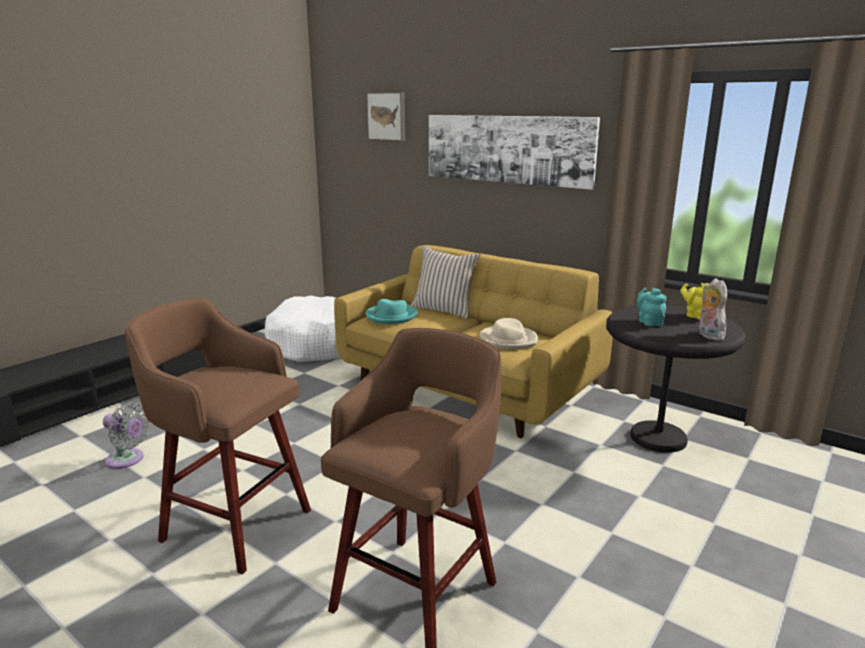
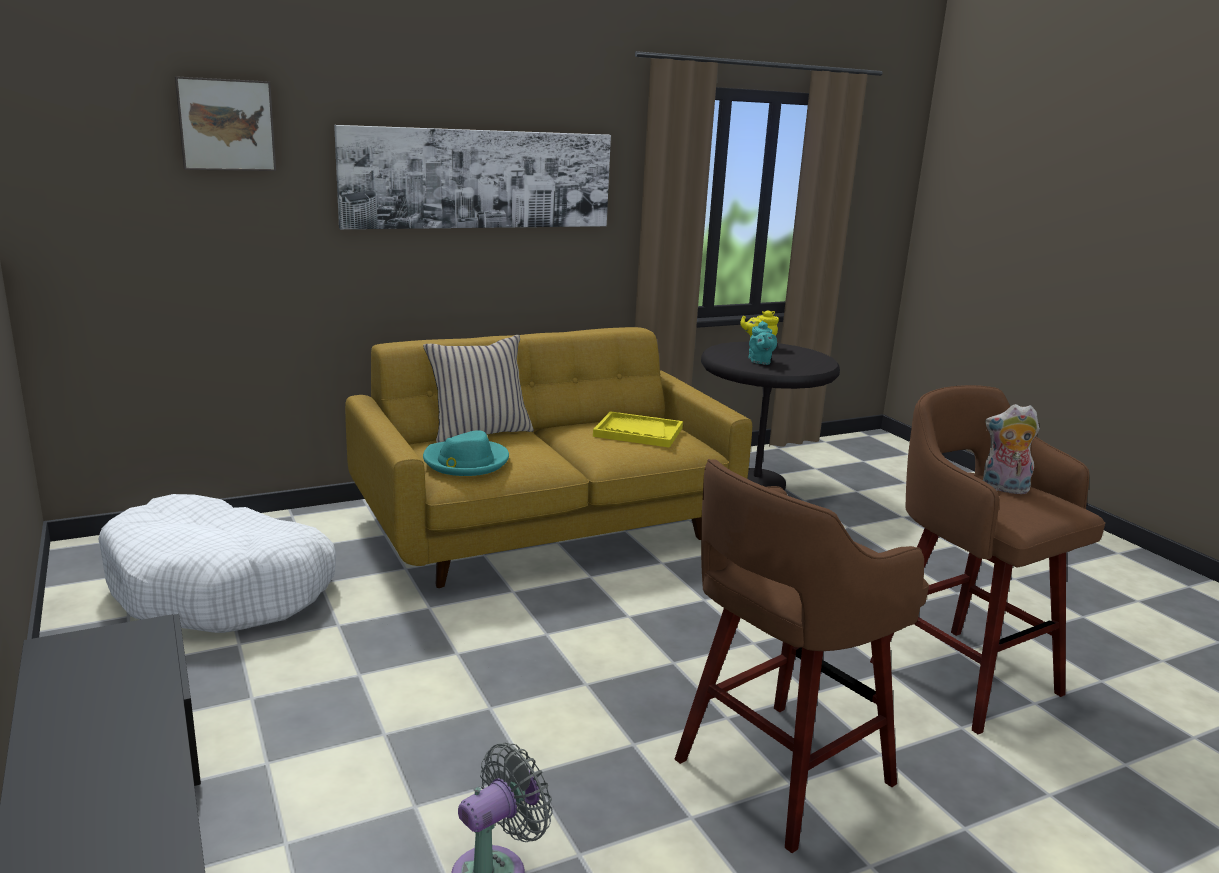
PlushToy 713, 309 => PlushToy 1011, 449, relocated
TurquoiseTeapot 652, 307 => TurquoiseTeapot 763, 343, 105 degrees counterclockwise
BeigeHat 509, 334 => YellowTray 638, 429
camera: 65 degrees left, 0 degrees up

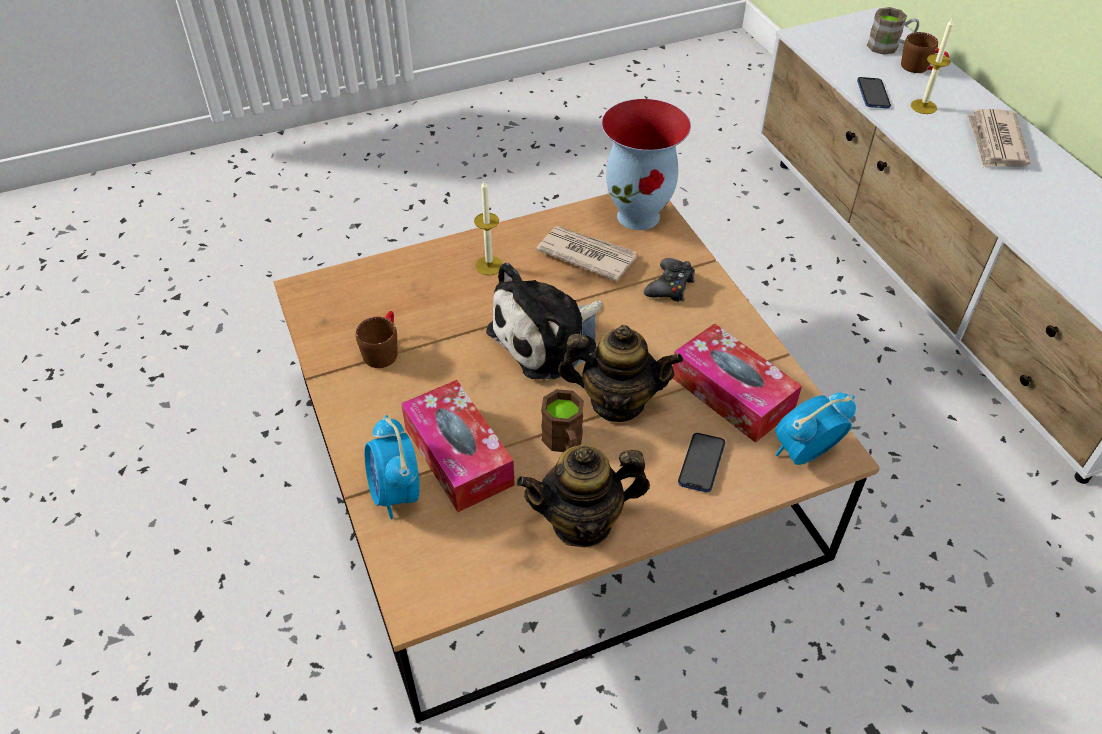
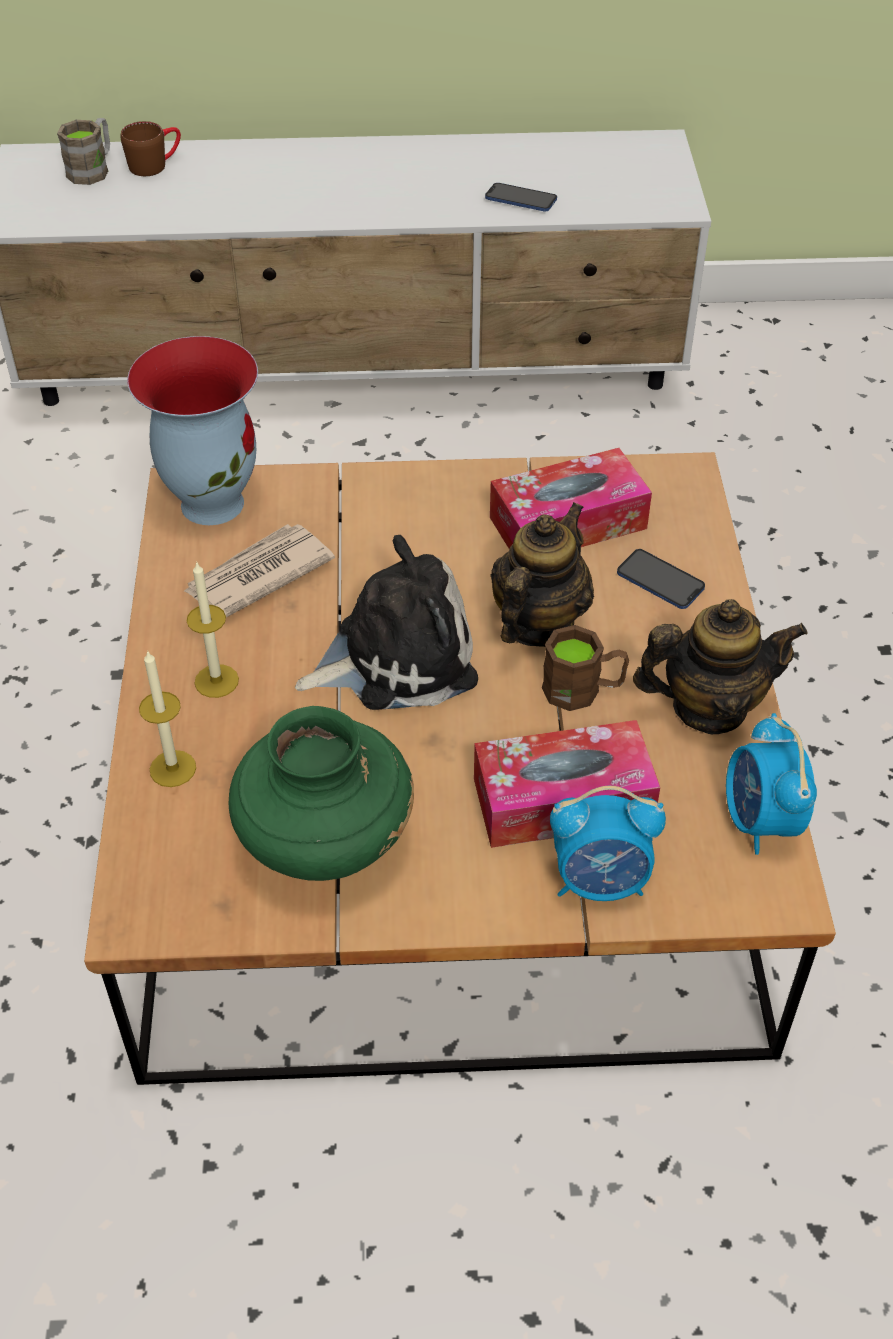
Candle 932, 65 => Candle 167, 718, relocated
Phone 874, 93 => Phone 521, 197, relocated
Newspaper 999, 138 => nothing
BlackGameController 669, 280 => nothing
PlushToy 544, 320 => PlushToy 386, 622, 90 degrees counterclockwise
BrownMug 376, 339 => GreenVase 321, 793
AlarmClock 815, 429 => AlarmClock 771, 784, relocated
Teapot 583, 496 => Teapot 720, 666, 105 degrees counterclockwise
camera: 70 degrees left, 0 degrees up

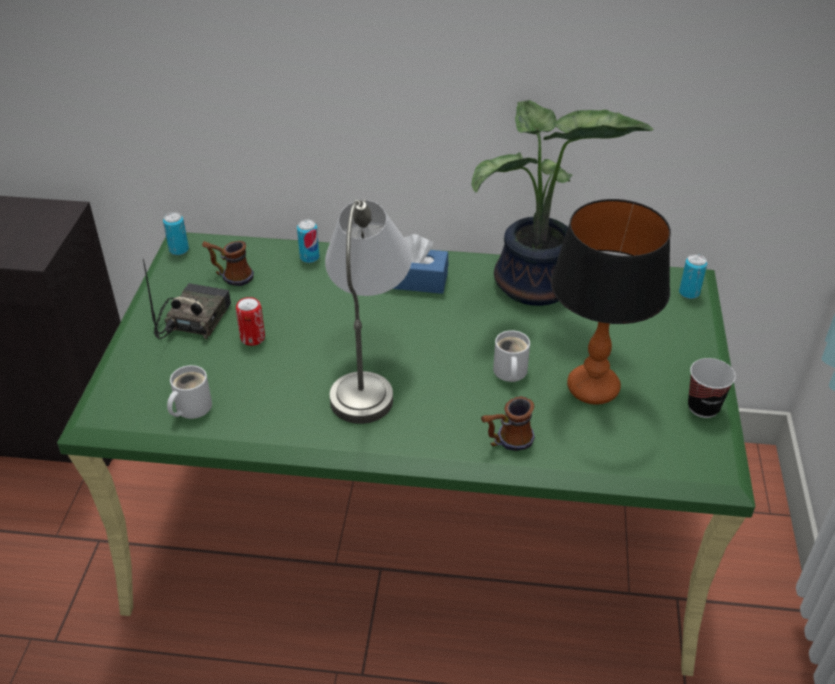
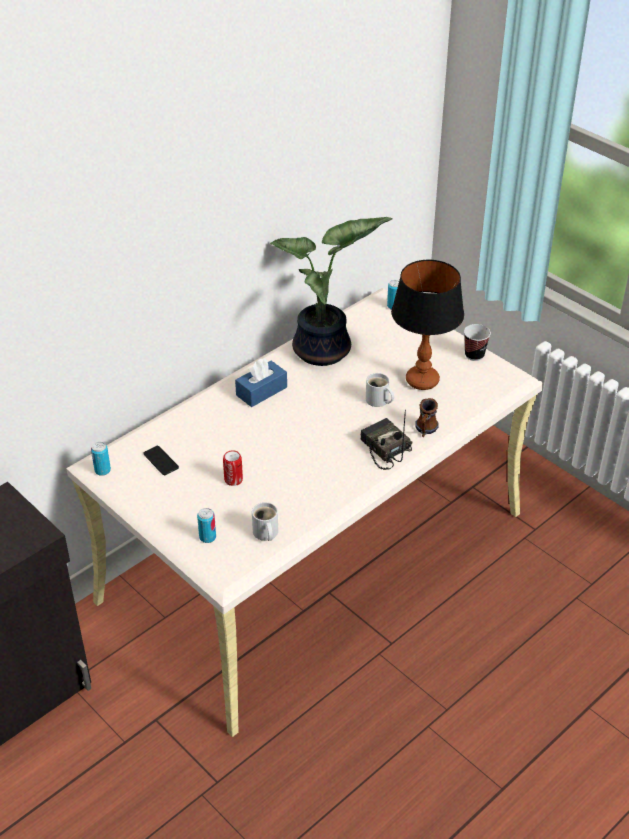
GreyTableLamp 368, 311 => nothing
Can 308, 241 => Can 206, 525, relocated
GreenDesk 406, 454 => BeigeDesk 304, 512
Mug 228, 263 => Phone 161, 460
Radio 187, 299 => Radio 386, 440, relocated
camera: 50 degrees left, 0 degrees up

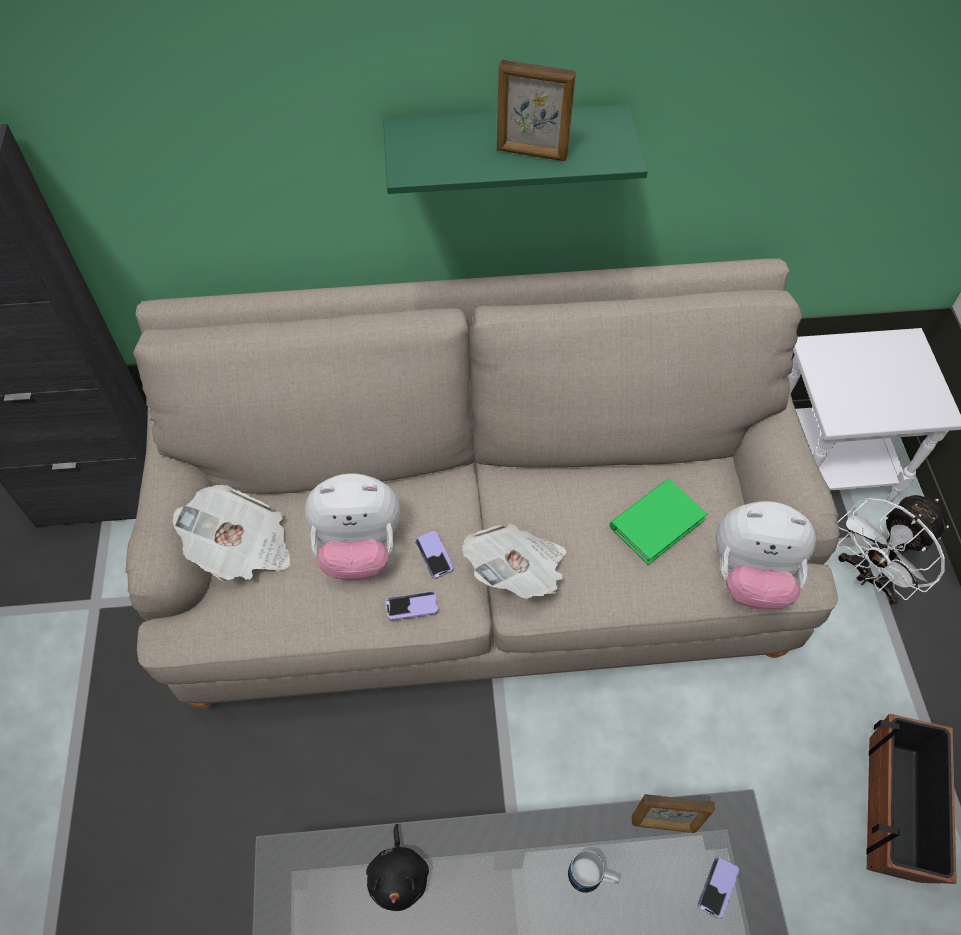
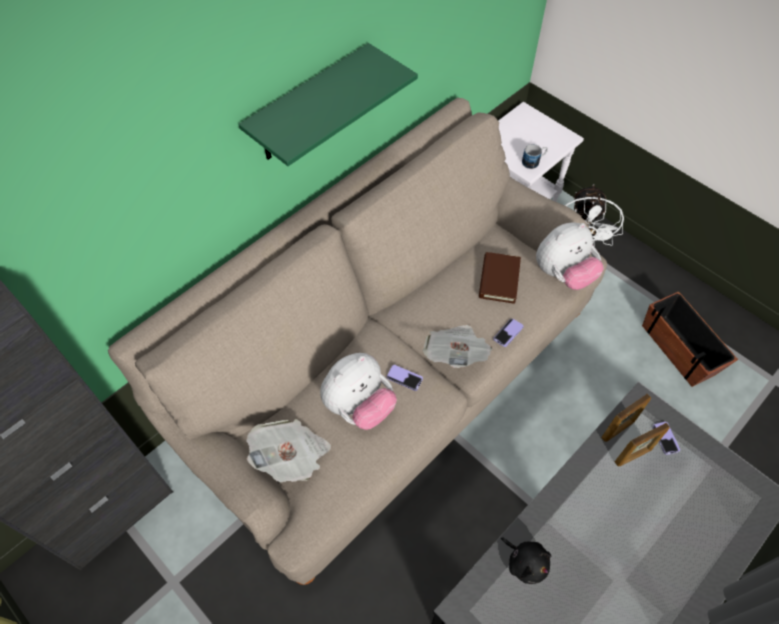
PictureFrame 536, 110 => PictureFrame 642, 444, relocated
GreenBook 658, 522 => BrownBook 500, 278
Phone 412, 605 => Phone 508, 333, relocated
Mug 594, 871 => Mug 535, 156, relocated
camera: 40 degrees left, 0 degrees up

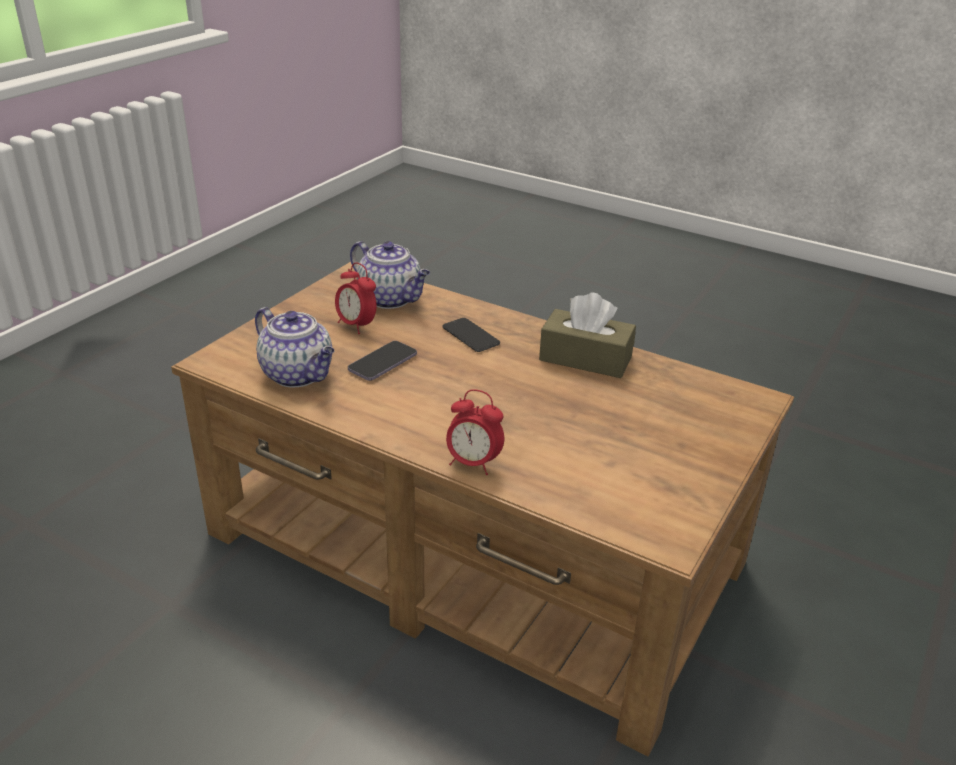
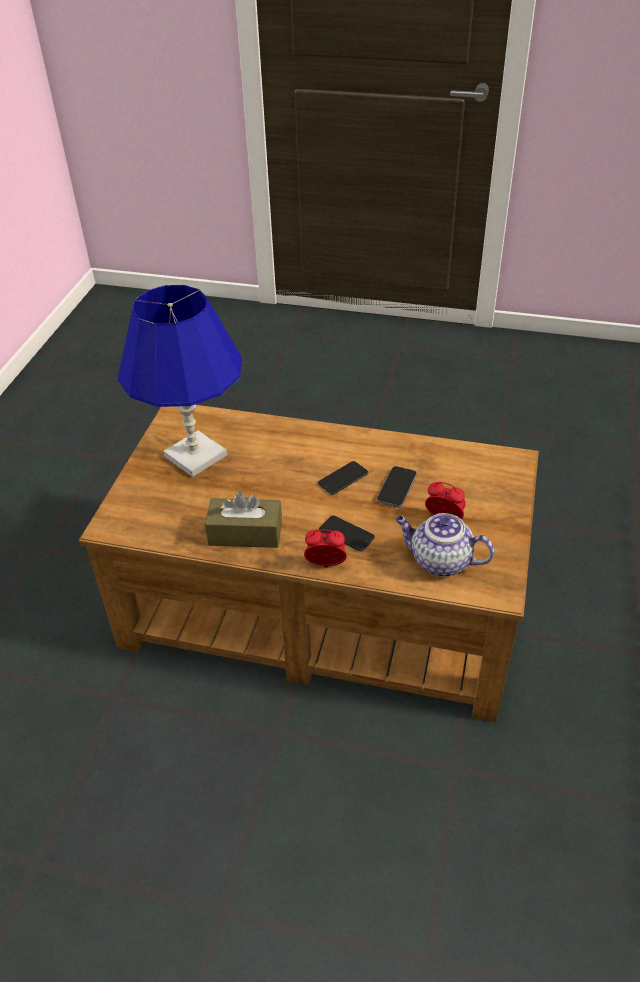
Teapot 294, 347 => nothing
AlarmClock 475, 432 => AlarmClock 325, 548, relocated
nothing => BlueTableLamp 180, 381
nothing => Phone 343, 478
camera: 165 degrees right, 10 degrees up

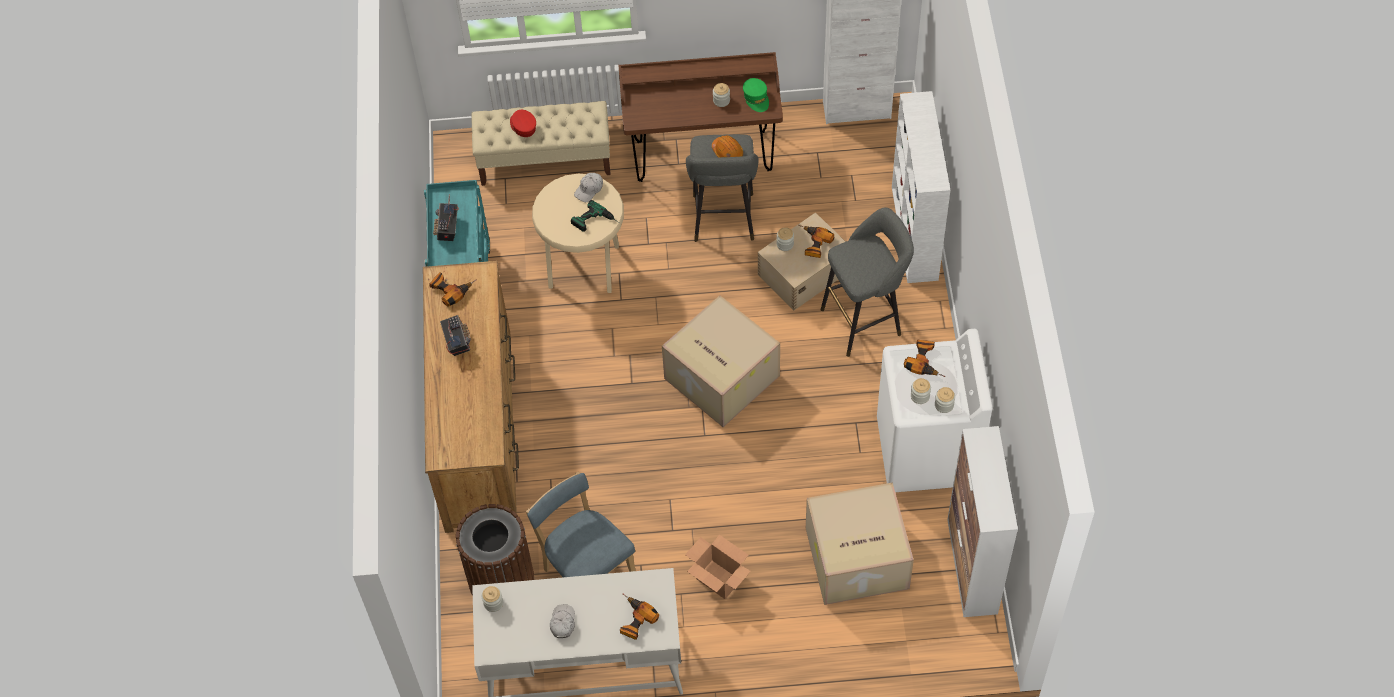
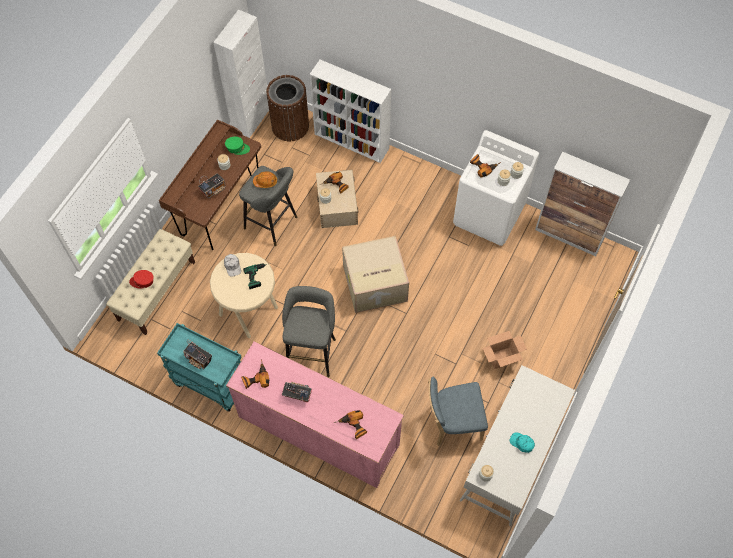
GreyStool 867, 282 => GreyStool 309, 331, relocated
BrownDresser 471, 397 => PinkDresser 315, 414
CardboardBox 860, 543 => nothing
BrownTrashCan 495, 550 => BrownTrashCan 287, 108, relocated
PowerDrill 639, 617 => PowerDrill 350, 424, relocated
WhiteCap 562, 621 => TurquoiseCap 522, 442
nothing => Radio 212, 185
camera: 60 degrees left, 5 degrees up

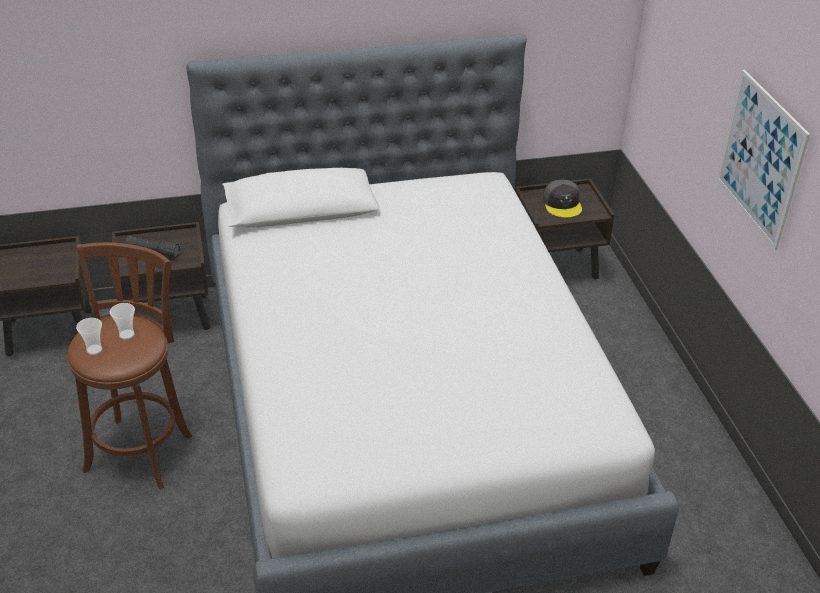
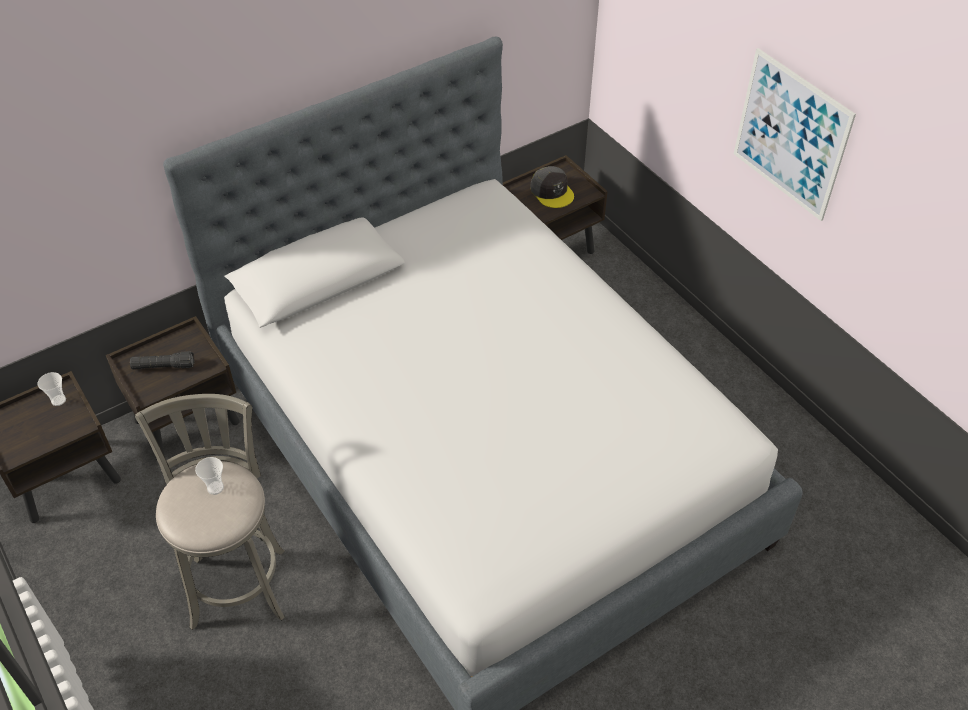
BrownStool 130, 365 => GreyStool 210, 512
Cup 89, 336 => Cup 52, 389, relocated
camera: 20 degrees left, 10 degrees up

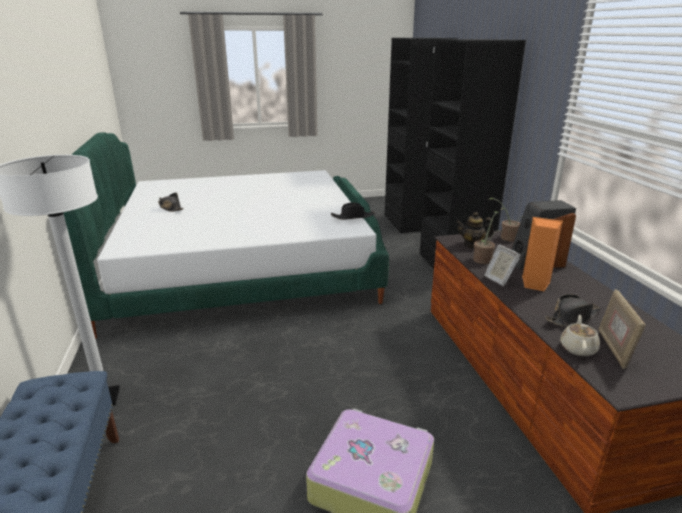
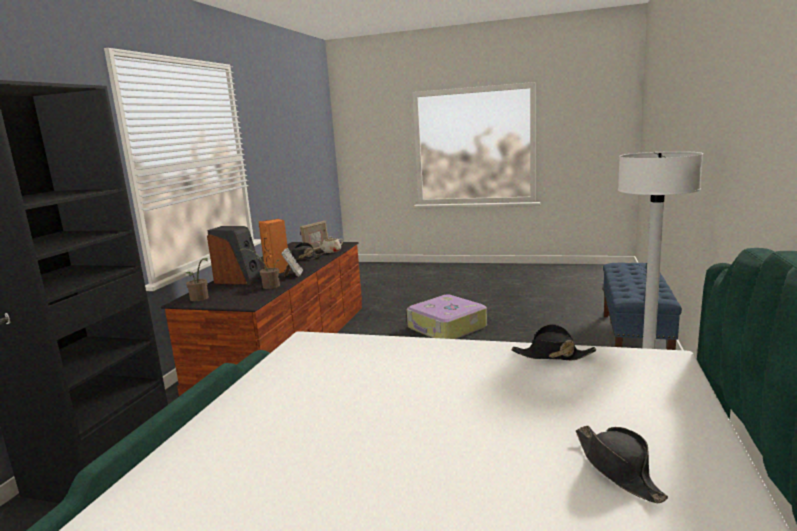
BlackHat 353, 211 => BlackHat 554, 342, relocated
Teapot 474, 230 => nothing
camera: 150 degrees left, 10 degrees down

